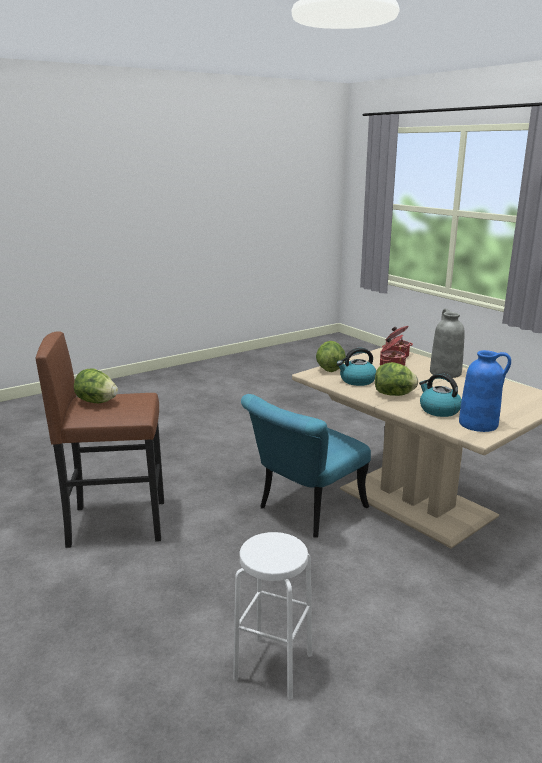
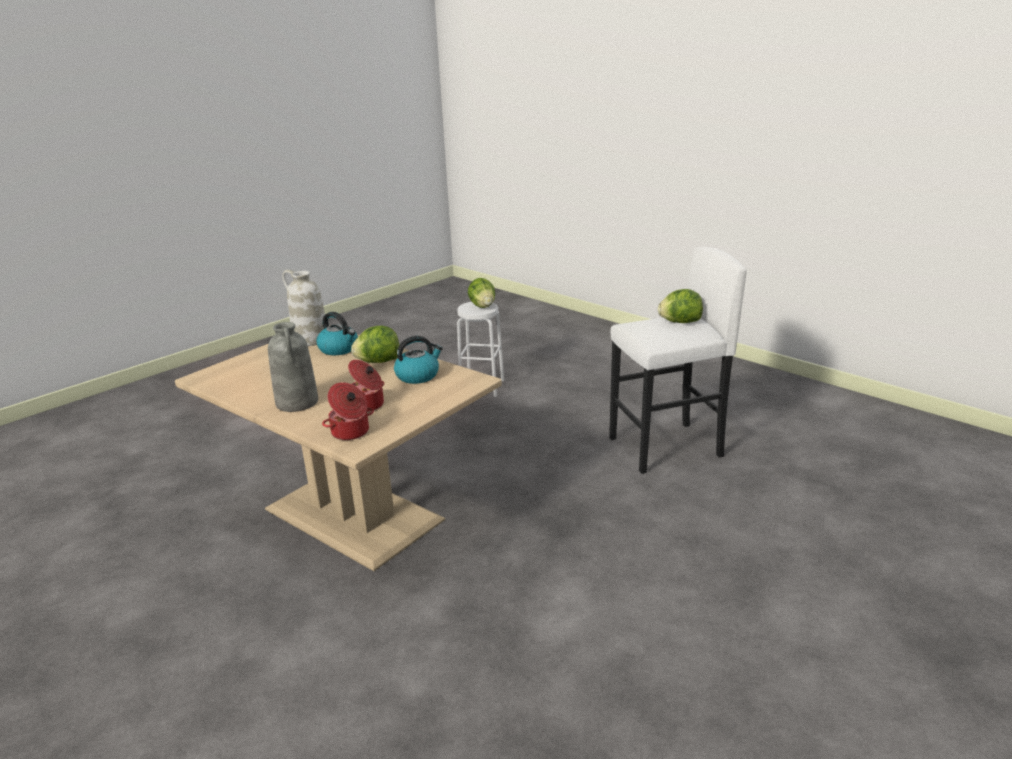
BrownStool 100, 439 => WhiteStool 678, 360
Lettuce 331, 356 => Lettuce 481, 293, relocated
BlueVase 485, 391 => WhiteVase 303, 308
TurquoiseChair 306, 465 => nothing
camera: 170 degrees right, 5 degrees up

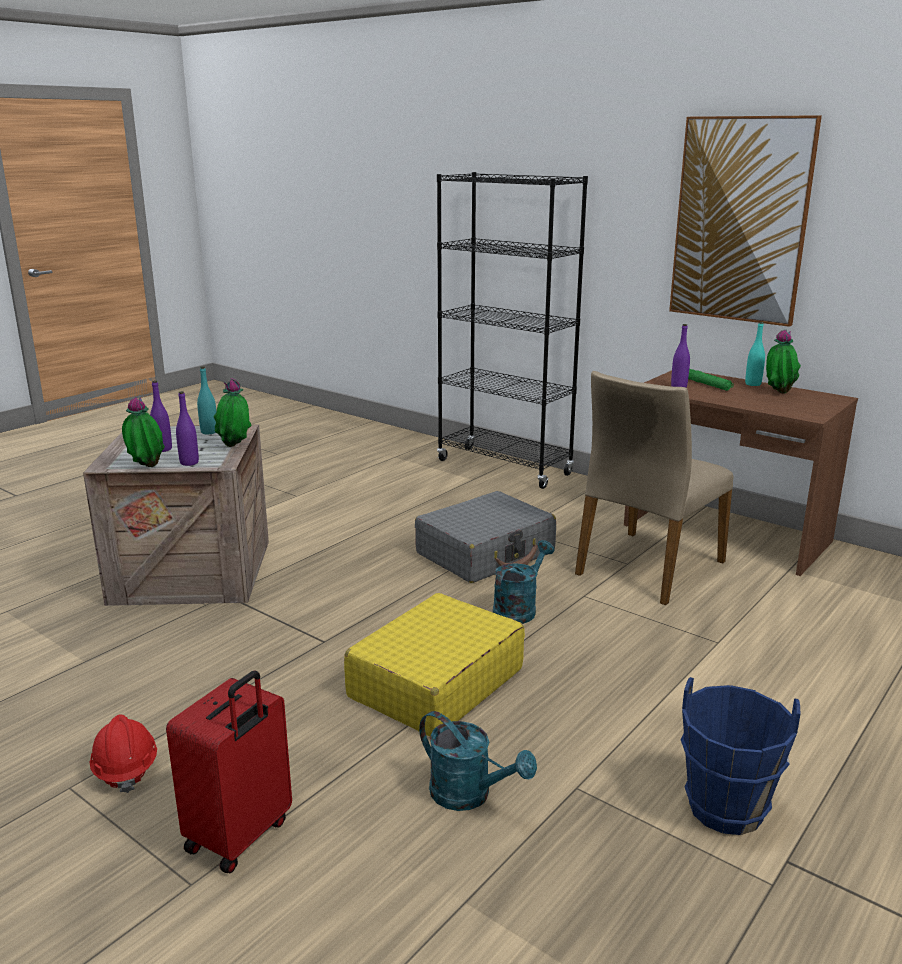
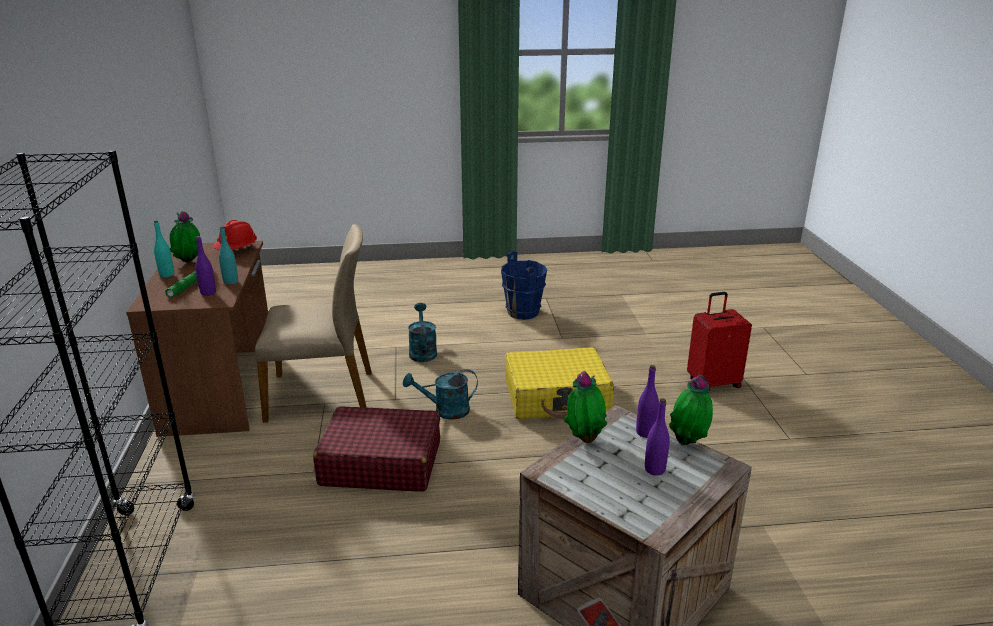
Picture 745, 221 => nothing
TurquoiseBottle 206, 400 => TurquoiseBottle 228, 255, relocated
GreySuitcase 485, 537 => RedSuitcase 376, 449
TurquoiseWateringCan 478, 761 => TurquoiseWateringCan 422, 332, relocated
RedHardHat 123, 753 => RedHardHat 235, 235, relocated
camera: 135 degrees left, 5 degrees up

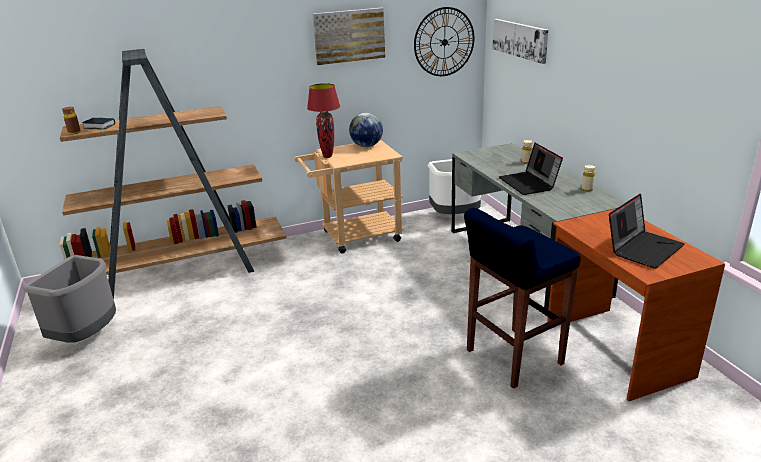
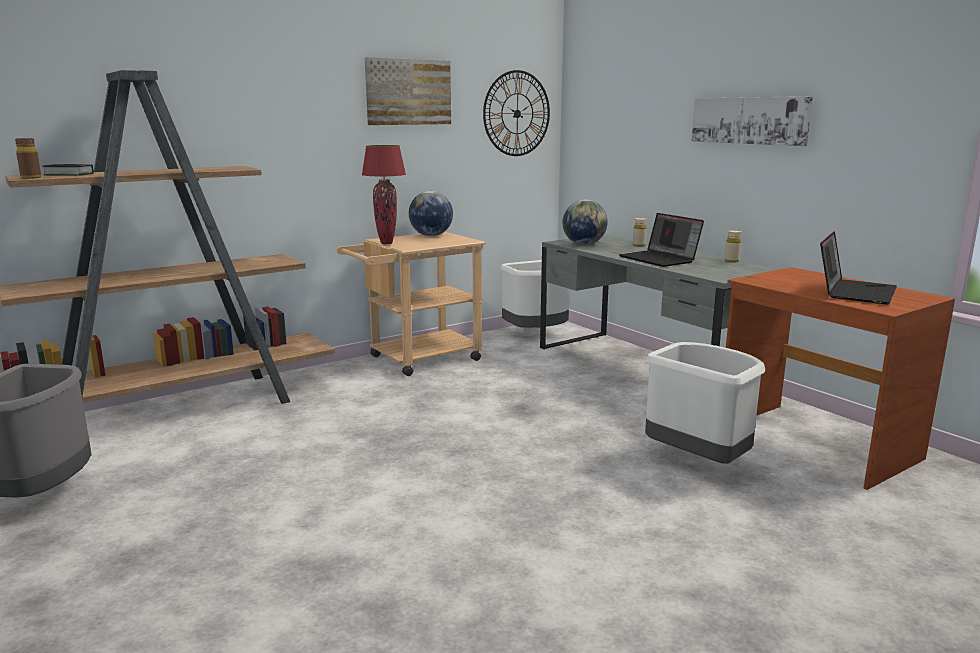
Picture 520, 41 => Picture 752, 121, relocated
BlueStool 522, 298 => WhiteTrashCan 705, 403
nothing => Globe 585, 222
camera: 15 degrees left, 10 degrees down

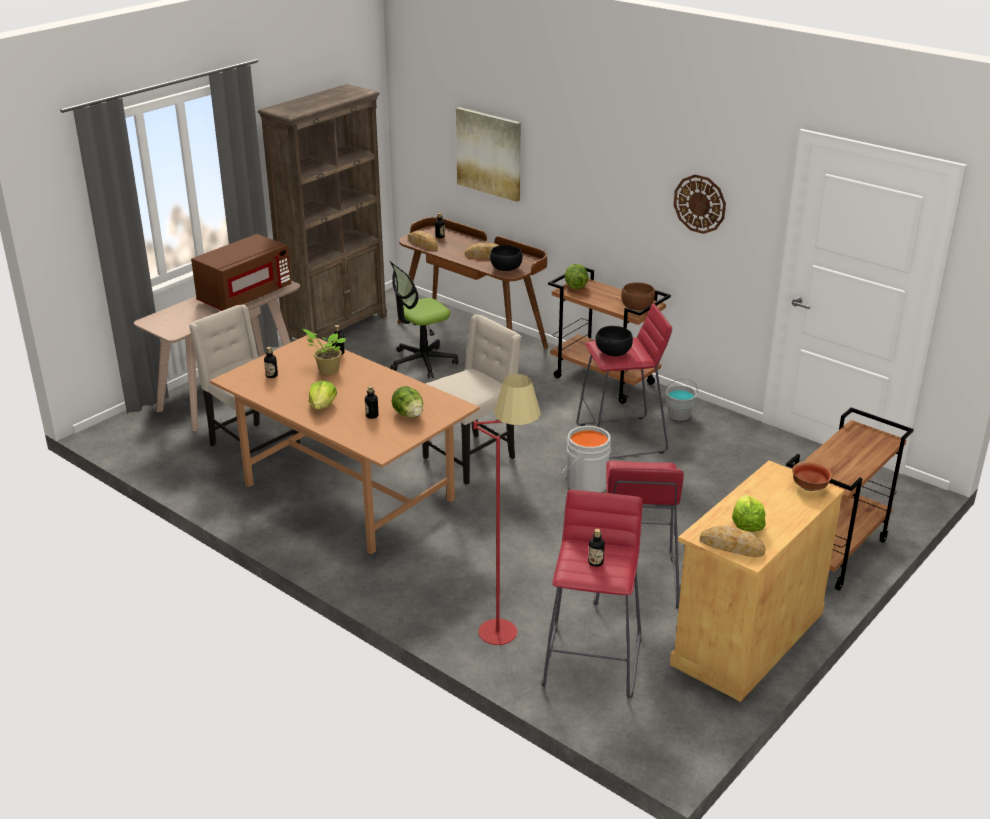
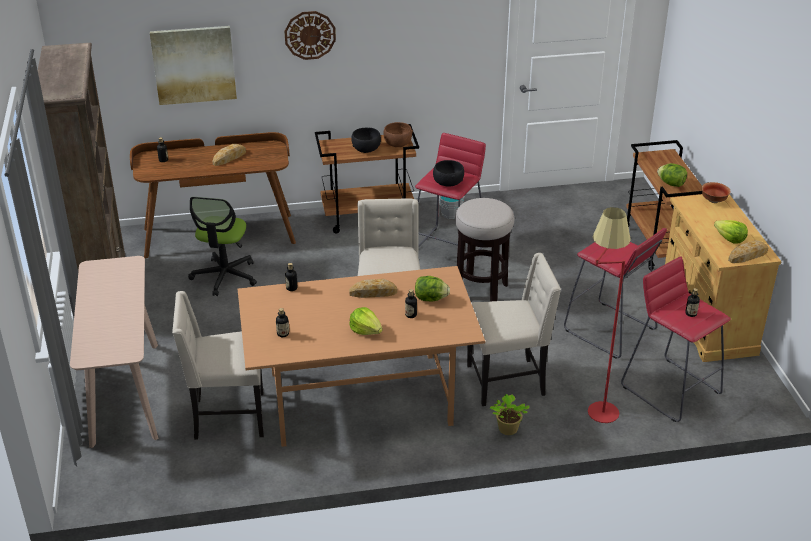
WallClock 700, 204 => WallClock 310, 35, relocated
Bread 423, 240 => Bread 373, 288, relocated
BrownMicrowave 241, 272 => nothing
BlackBowl 506, 258 => BlackBowl 366, 140, relocated
Lettuce 576, 276 => Lettuce 672, 175, relocated
PottedPlant 324, 352 => PottedPlant 509, 414, relocated
GreyBucket 586, 459 => Stool 484, 250
nothing => BeigeChair 514, 329
camera: 50 degrees left, 5 degrees up

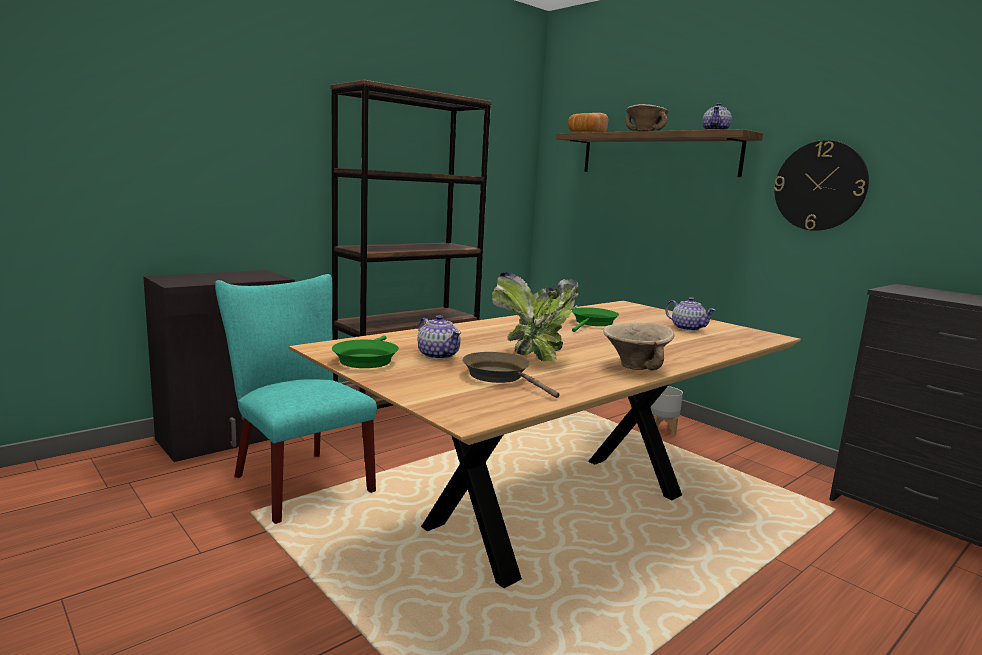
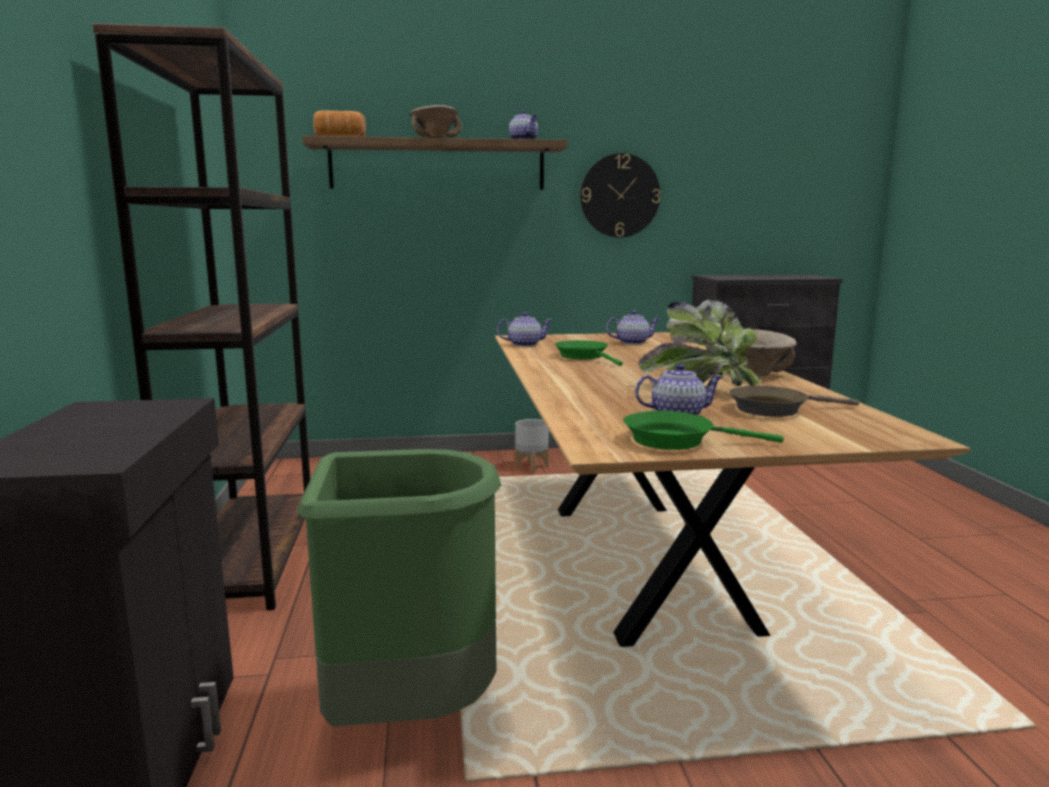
TurquoiseChair 296, 399 => GreenTrashCan 399, 588
GreenFryingPan 365, 351 => GreenFryingPan 703, 430, 150 degrees clockwise
nothing => Teapot 524, 329
camera: 55 degrees left, 0 degrees up

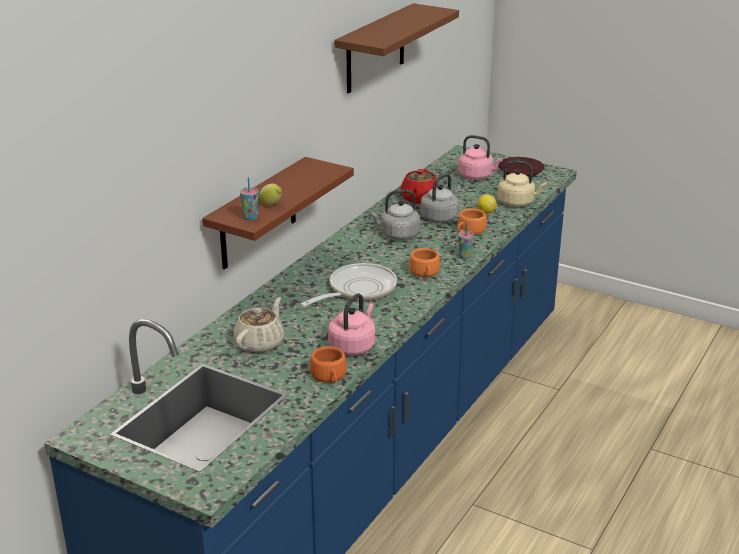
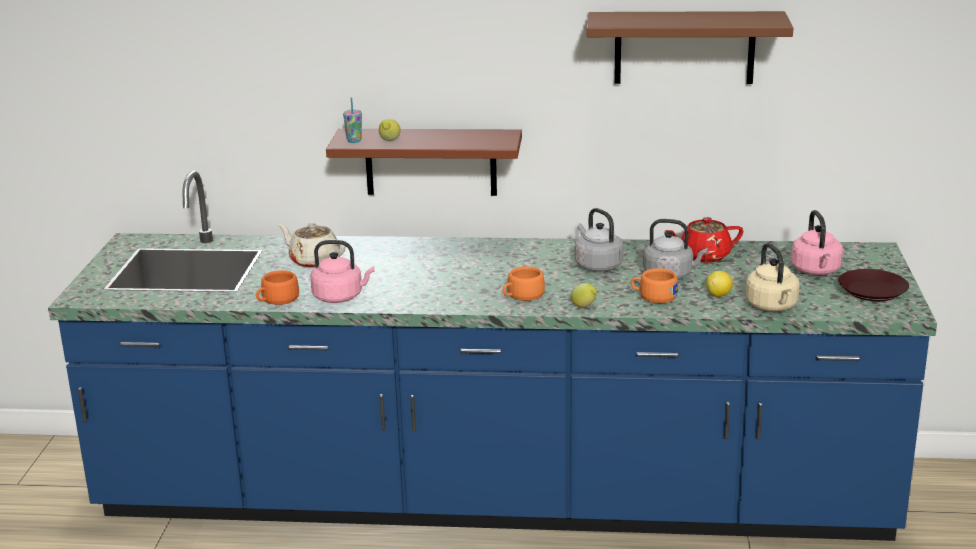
Cup 466, 241 => Lemon 584, 295
FryingPan 348, 285 => nothing
BeigeTeapot 258, 325 => BeigeTeapot 311, 245, 150 degrees counterclockwise
camera: 65 degrees right, 5 degrees down

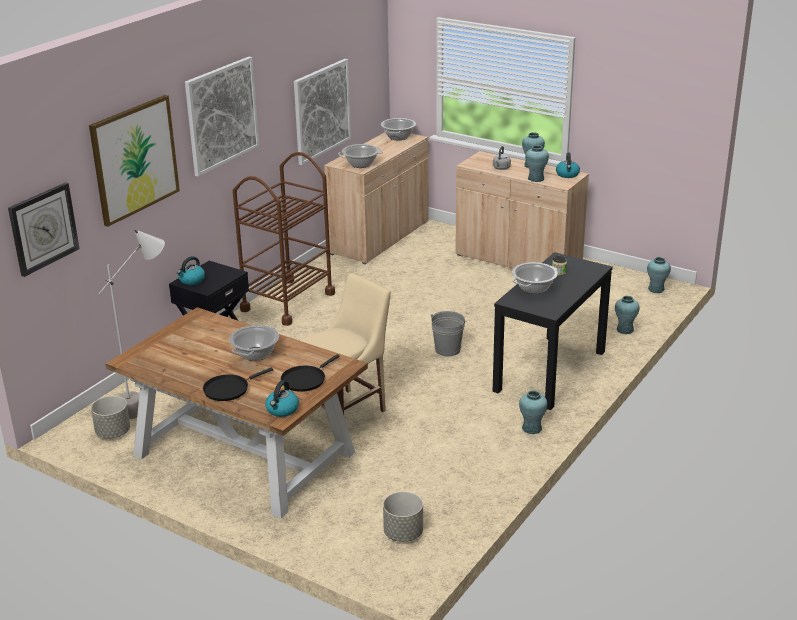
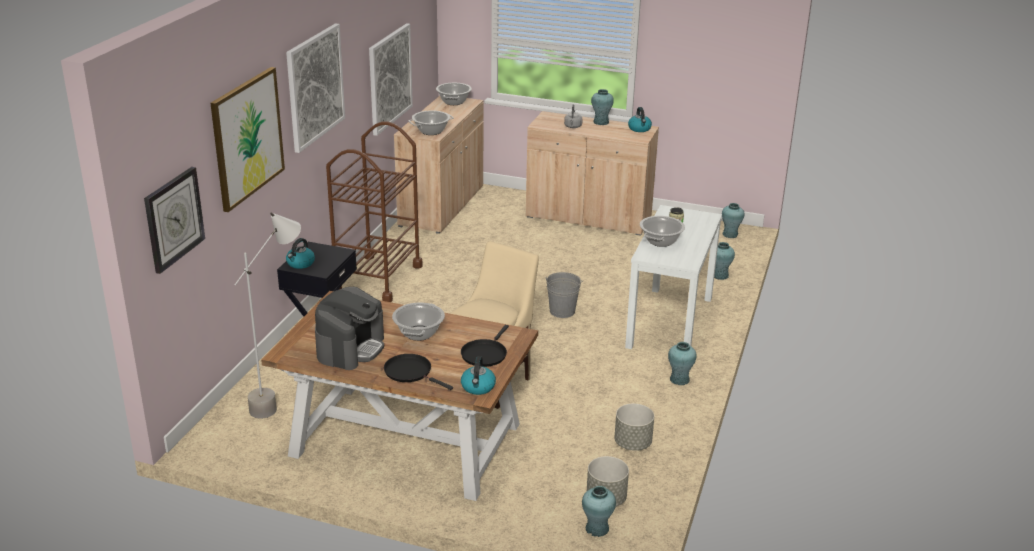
TurquoiseVase 537, 163 => TurquoiseVase 599, 511, relocated
BlackConsoleTable 553, 331 => WhiteConsoleTable 673, 277
BlackFryingPan 238, 384 => BlackFryingPan 418, 372, 90 degrees clockwise
GreyPlanter 110, 417 => GreyPlanter 634, 427, relocated
nothing => CoffeeMachine 349, 328
camera: 15 degrees left, 0 degrees up

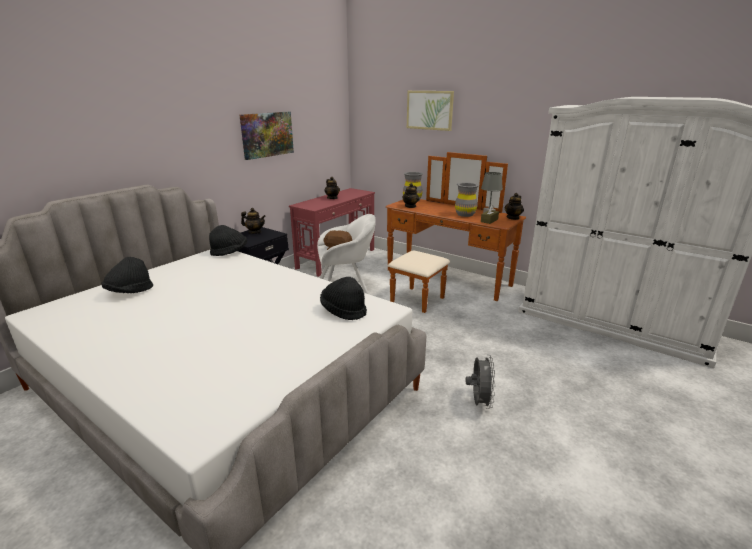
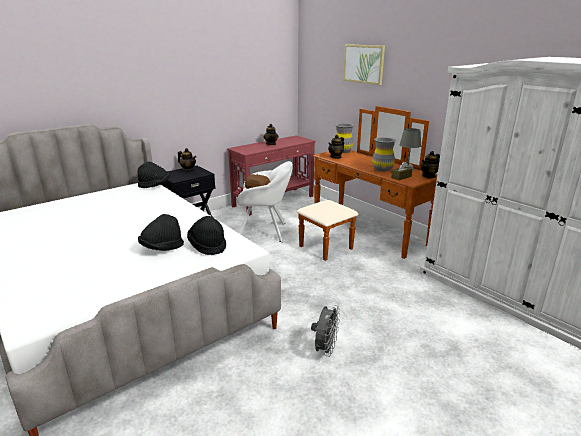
Picture 267, 136 => nothing
BlackHat 127, 275 => BlackHat 161, 232, relocated
camera: 15 degrees right, 0 degrees up

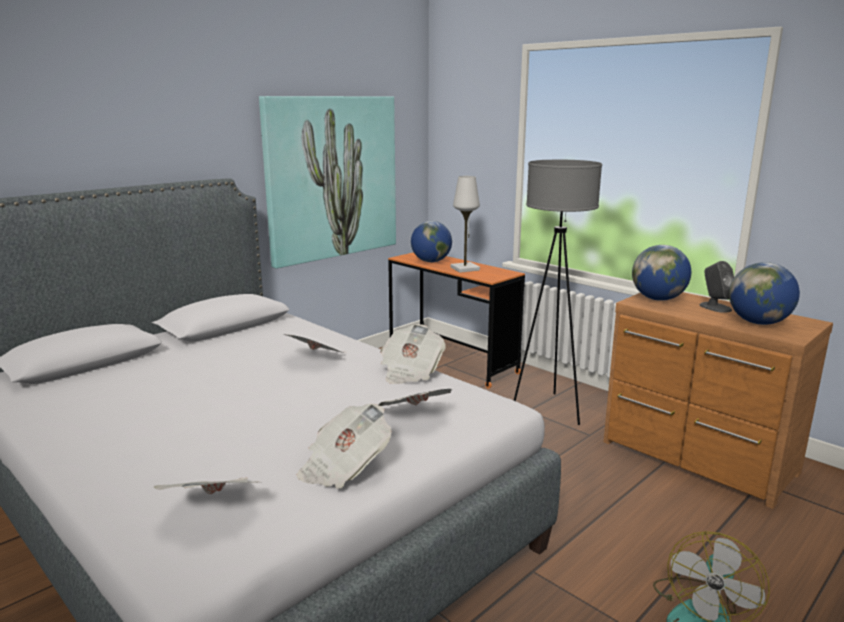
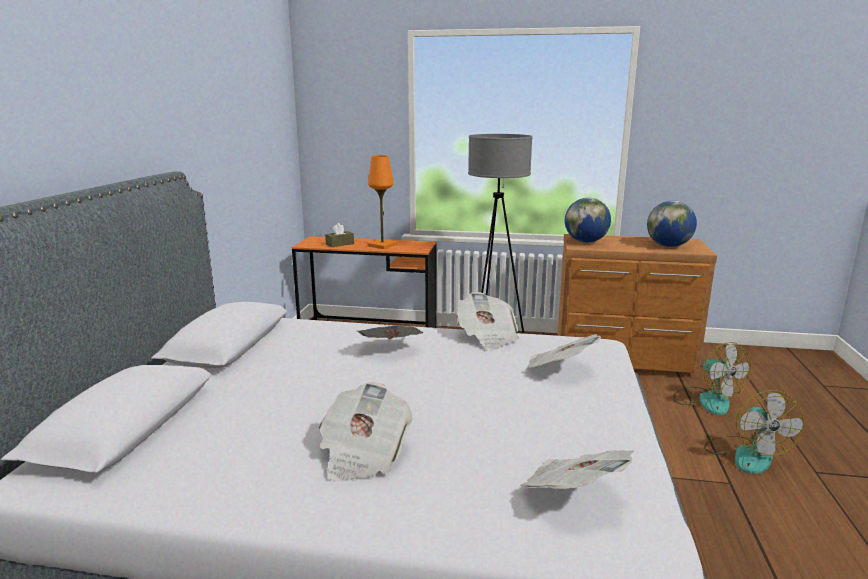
Picture 327, 182 => nothing
WhiteTableLamp 465, 224 => OrangeTableLamp 382, 202
Globe 431, 241 => BrownTissueBox 339, 235
GreySpeaker 717, 287 => nothing
Newspaper 344, 446 => Newspaper 366, 432, relocated
nothing => Fan 712, 378
camera: 35 degrees left, 0 degrees up

